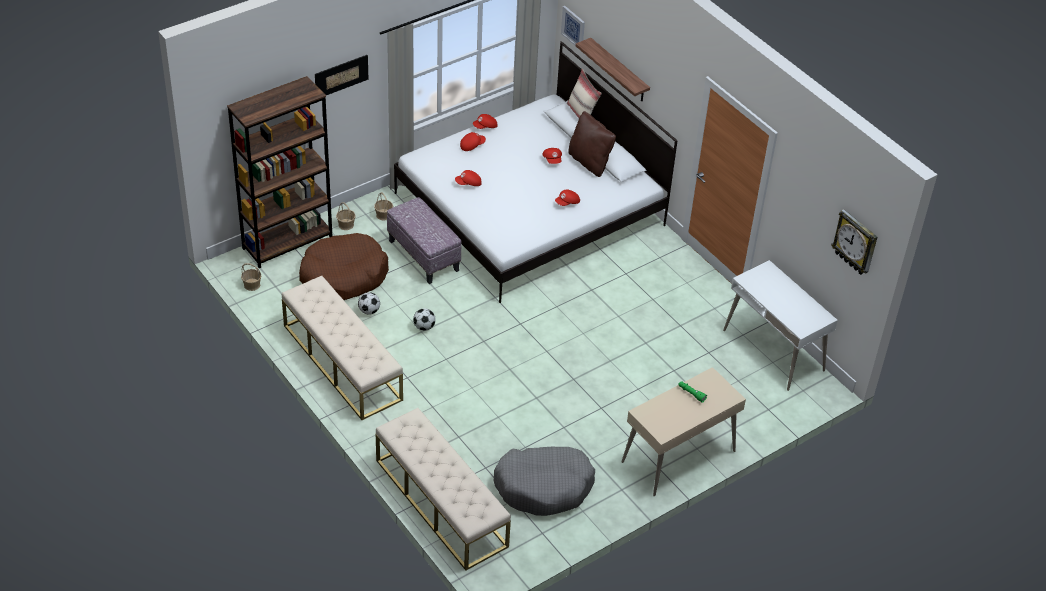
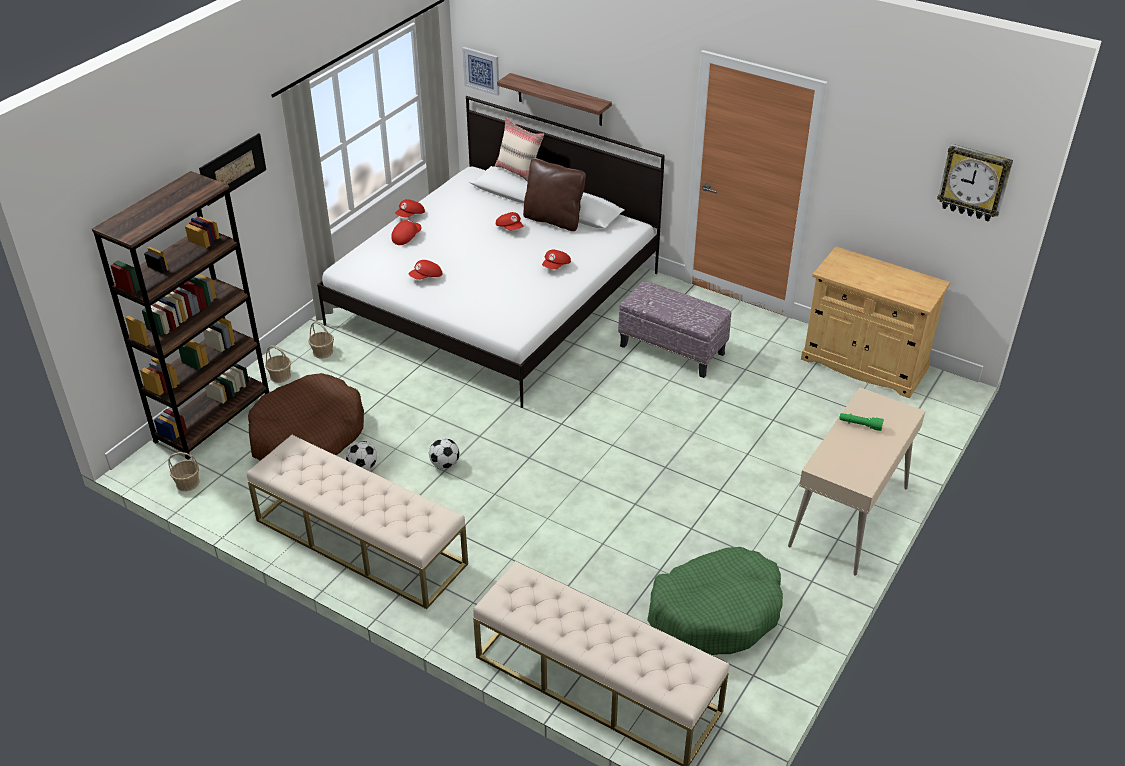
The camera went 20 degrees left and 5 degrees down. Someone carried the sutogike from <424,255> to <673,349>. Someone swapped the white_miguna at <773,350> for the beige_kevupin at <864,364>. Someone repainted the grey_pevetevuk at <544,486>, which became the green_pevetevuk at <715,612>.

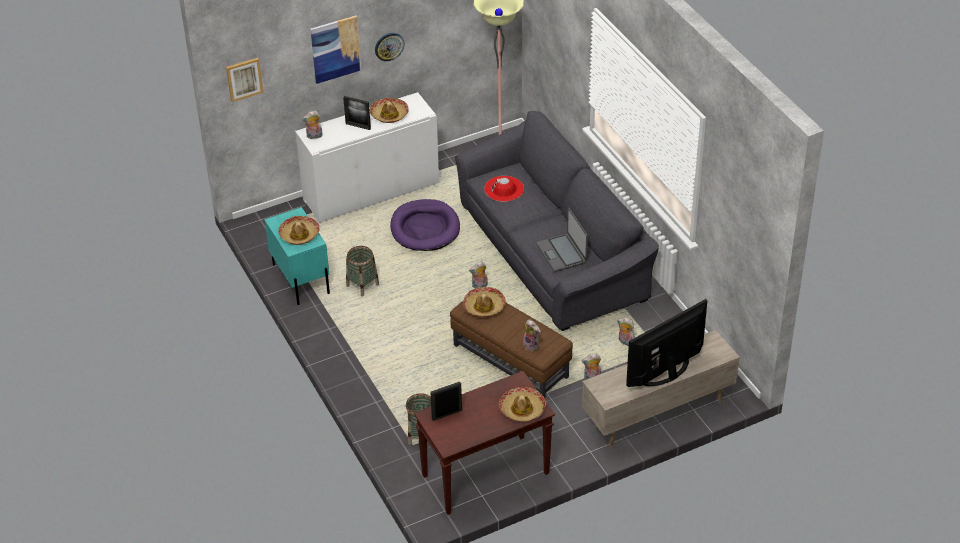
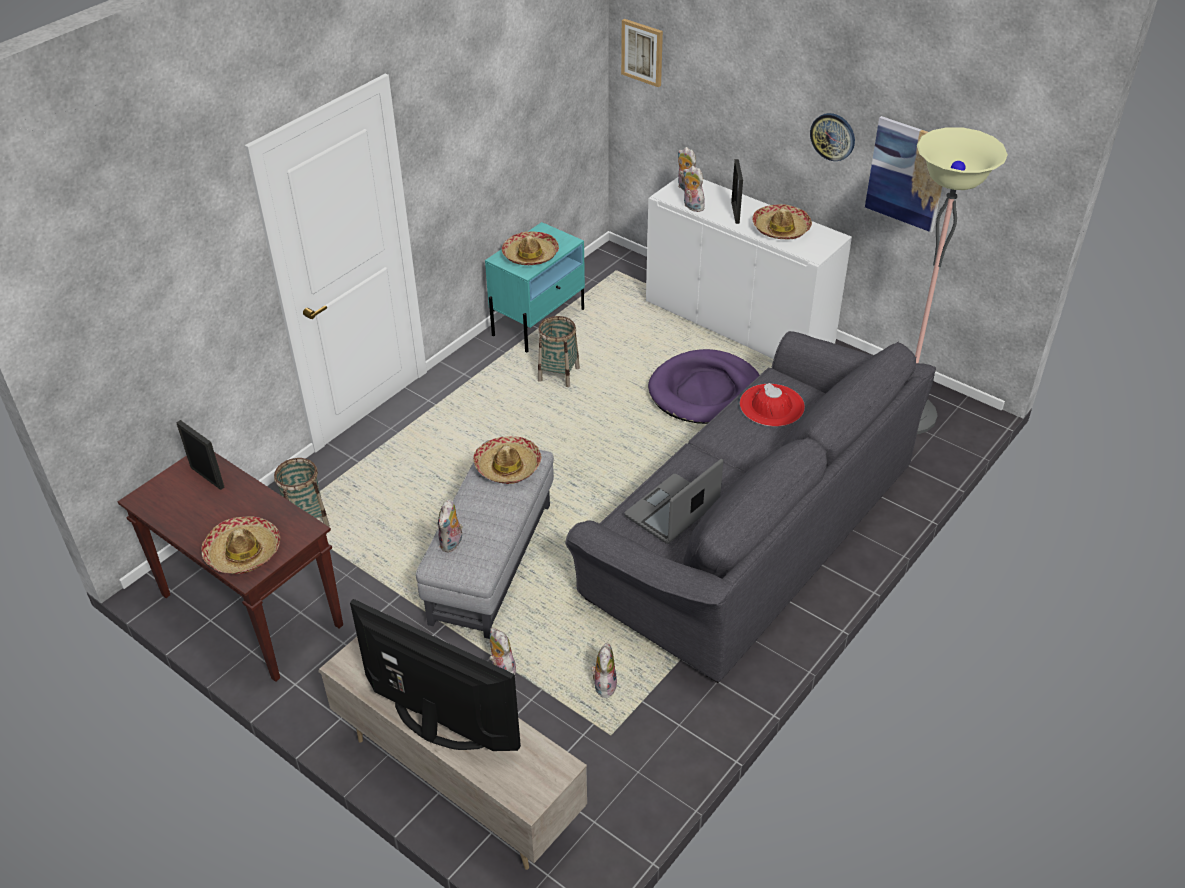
The camera went 65 degrees right and 0 degrees up. Someone carried the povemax from <335,49> to <907,174>. Someone carried the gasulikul from <479,286> to <692,207>. Someone repainted the brown_sutogike at <510,361>, which became the grey_sutogike at <491,562>.

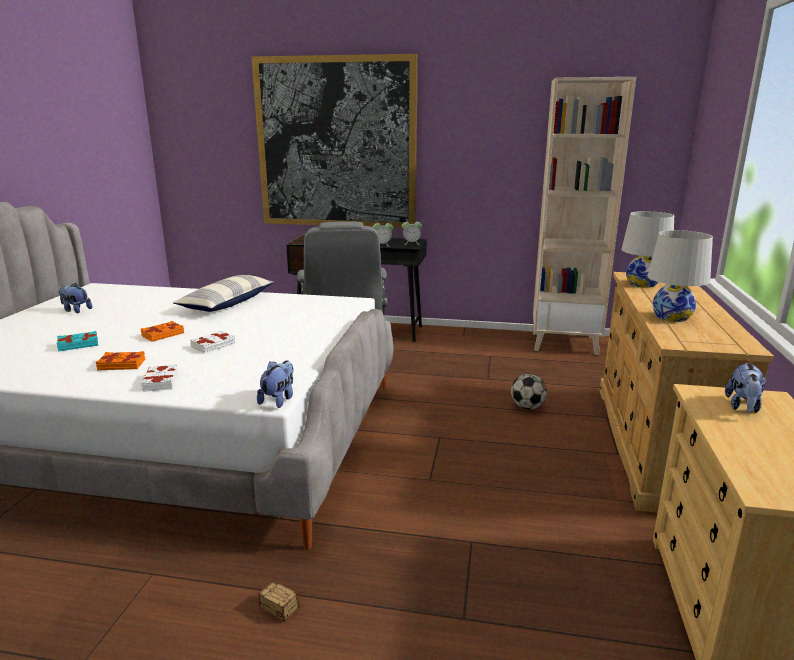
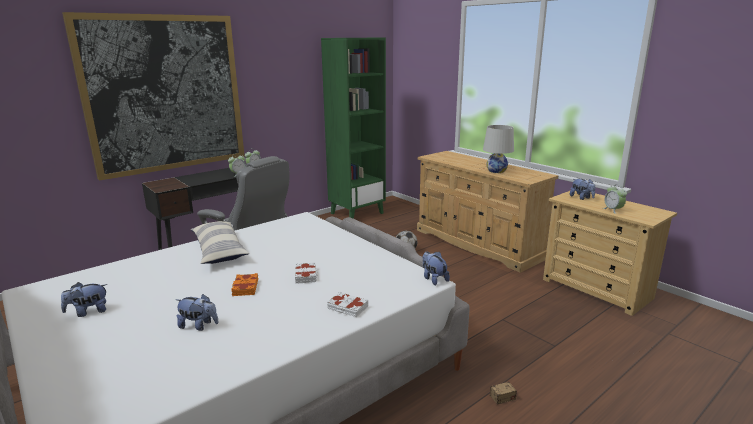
The camera went 50 degrees left and 0 degrees up. Someone repainted the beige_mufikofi at <565,343>, which became the green_mufikofi at <357,213>. Someone took away the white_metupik at <642,284>. Someone swapped the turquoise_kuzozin at <78,344> for the gasulikul at <199,326>. Someone took away the orange_kuzozin at <122,364>. Someone put down the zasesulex at <613,210>.

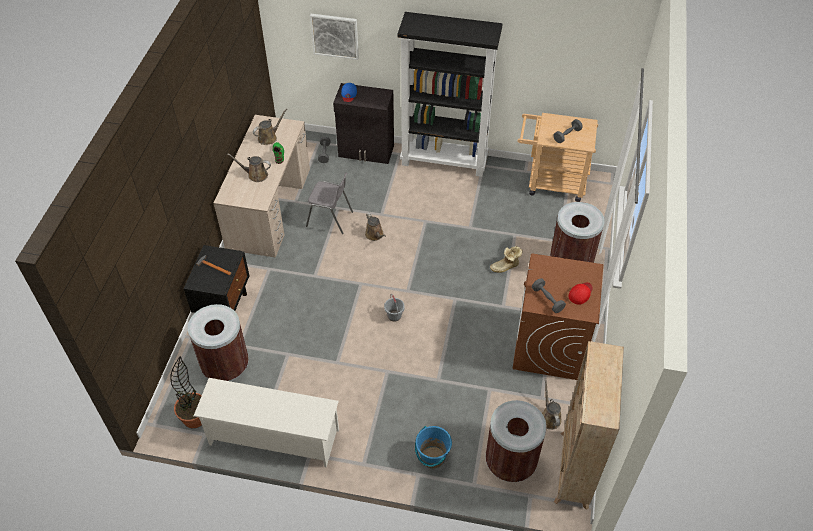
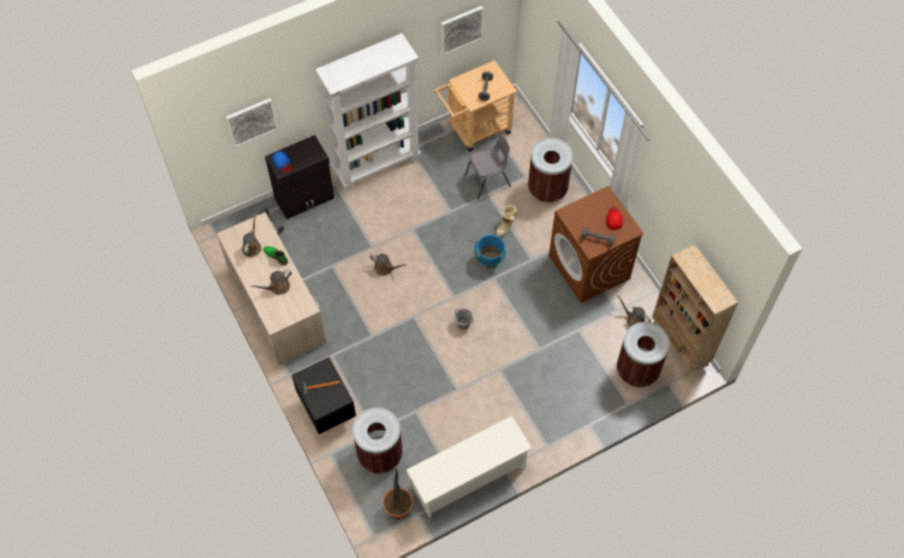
The camera went 40 degrees left and 10 degrees up. Someone repainted the black_mufikofi at <445,161>, which became the white_mufikofi at <377,165>. Someone carried the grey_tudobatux from <330,219> to <488,181>. Someone carried the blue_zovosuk from <432,457> to <490,260>. Someone put up the povemax at <461,29>.

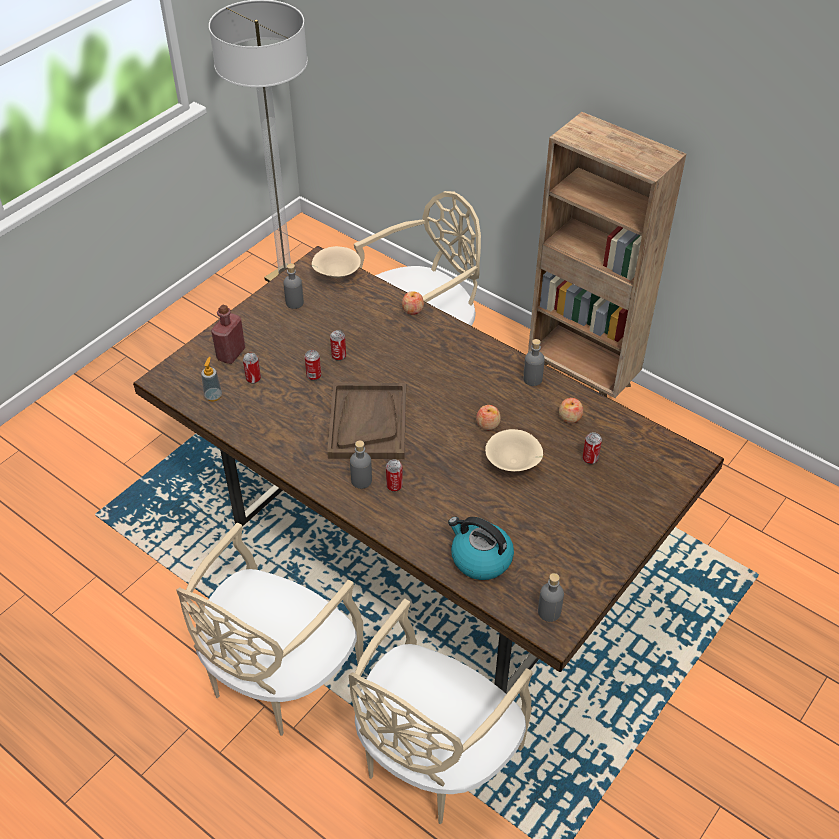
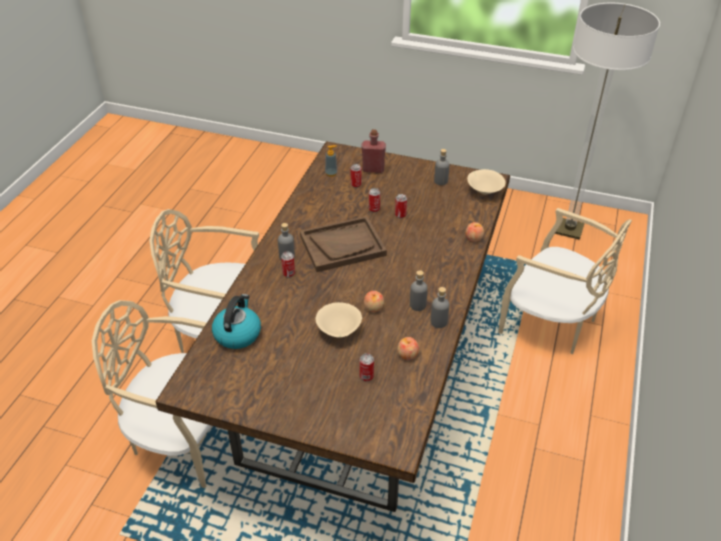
The camera went 70 degrees right and 5 degrees down. Someone took away the brown_mufikofi at <581,381>. Someone carried the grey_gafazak from <549,612> to <417,305>.

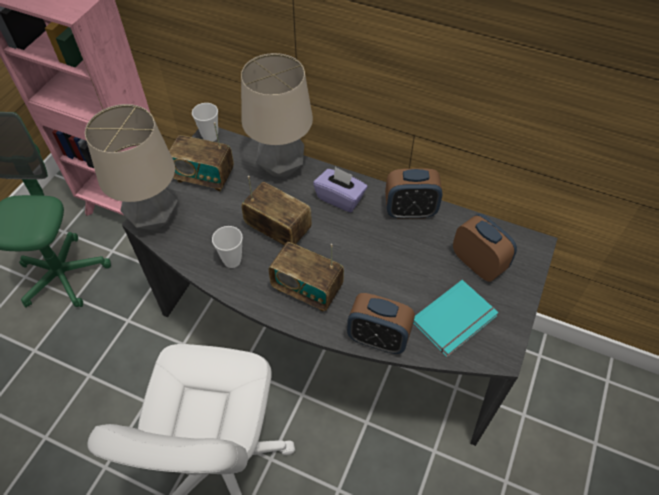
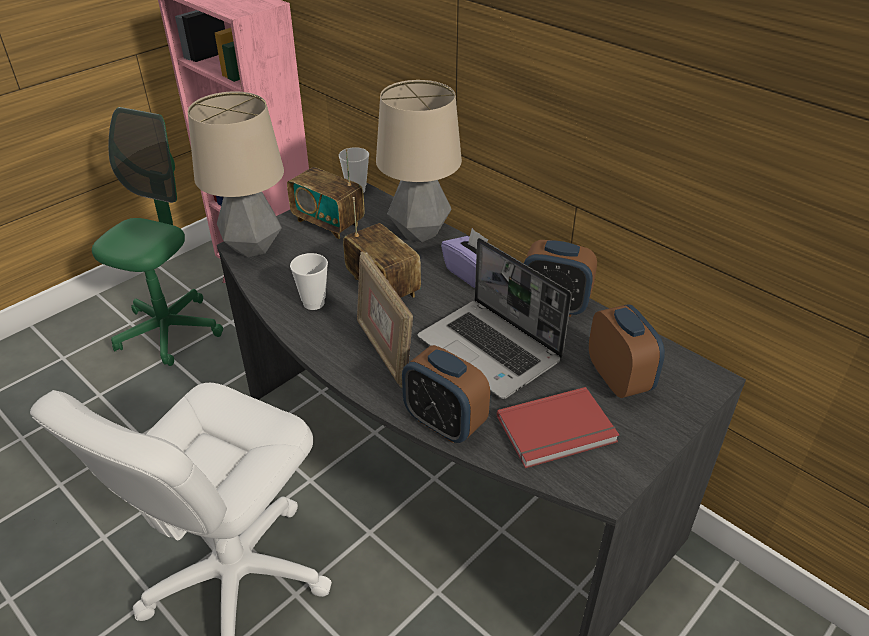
The camera went 20 degrees right and 15 degrees down. Someone swapped the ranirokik at <307,289> for the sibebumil at <384,351>. Someone repainted the turquoise_kuzozin at <456,320>, which became the red_kuzozin at <558,431>. Someone put down the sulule at <491,350>.

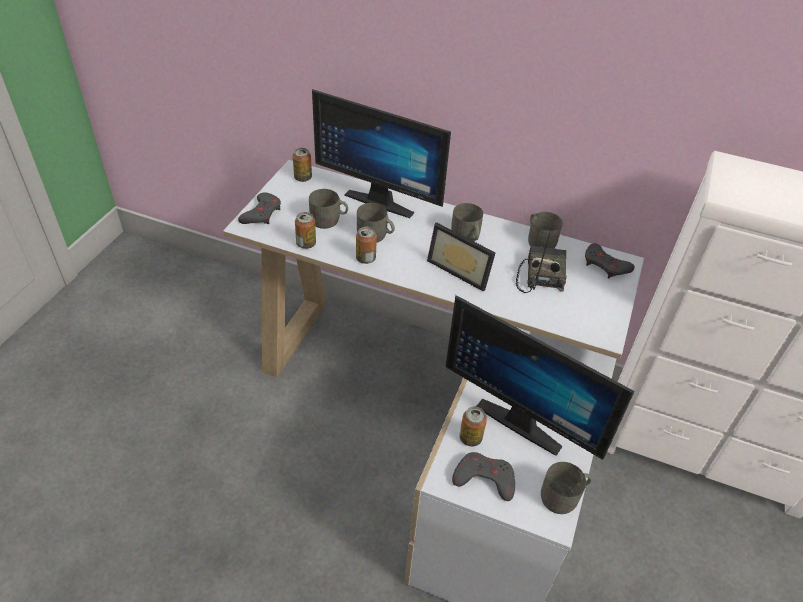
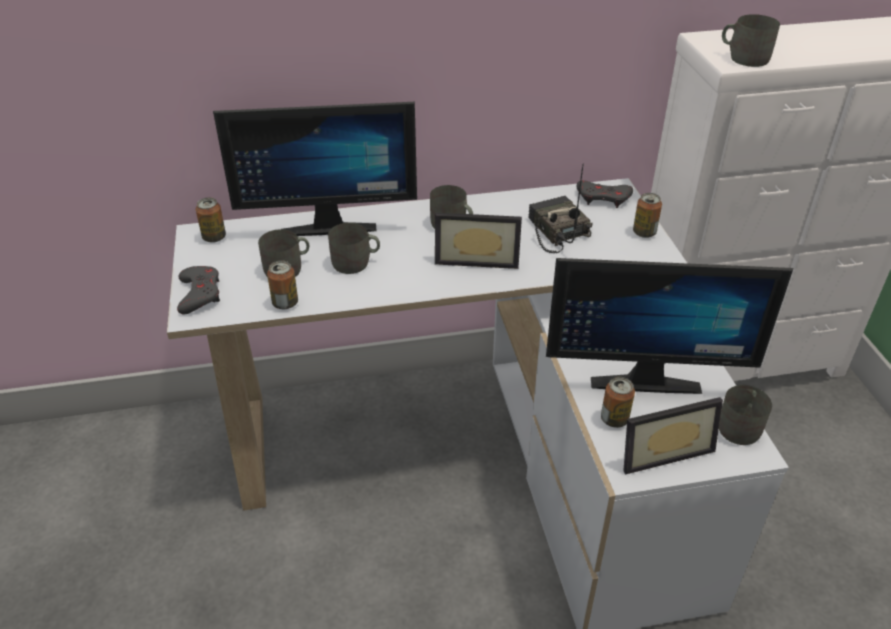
The camera went 30 degrees left and 5 degrees down. Someone carried the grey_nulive from <539,240> to <744,57>. Someone carried the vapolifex from <366,258> to <644,232>. Someone swapped the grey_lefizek at <484,478> for the sibebumil at <662,449>.

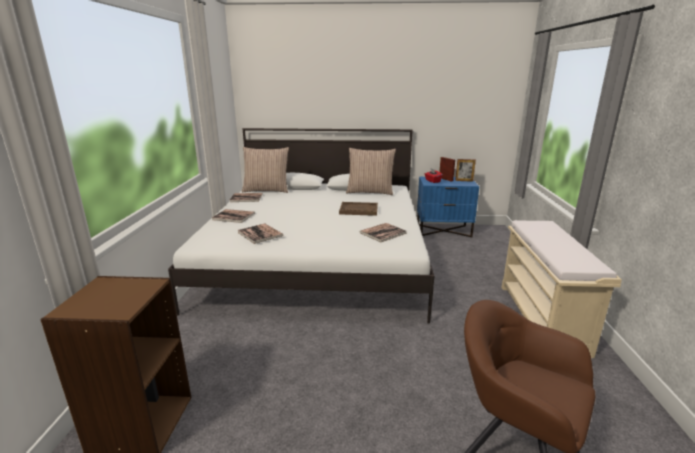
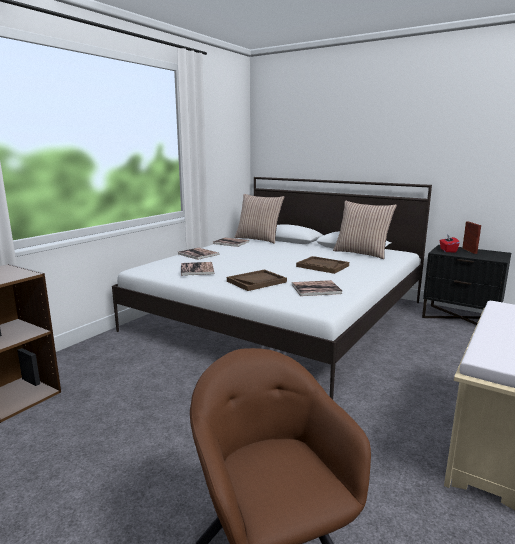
The camera went 30 degrees right and 5 degrees down. Someone took away the sibebumil at <464,180>. Someone repainted the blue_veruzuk at <443,230>, which became the black_veruzuk at <461,318>. Someone put down the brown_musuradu at <256,281>.

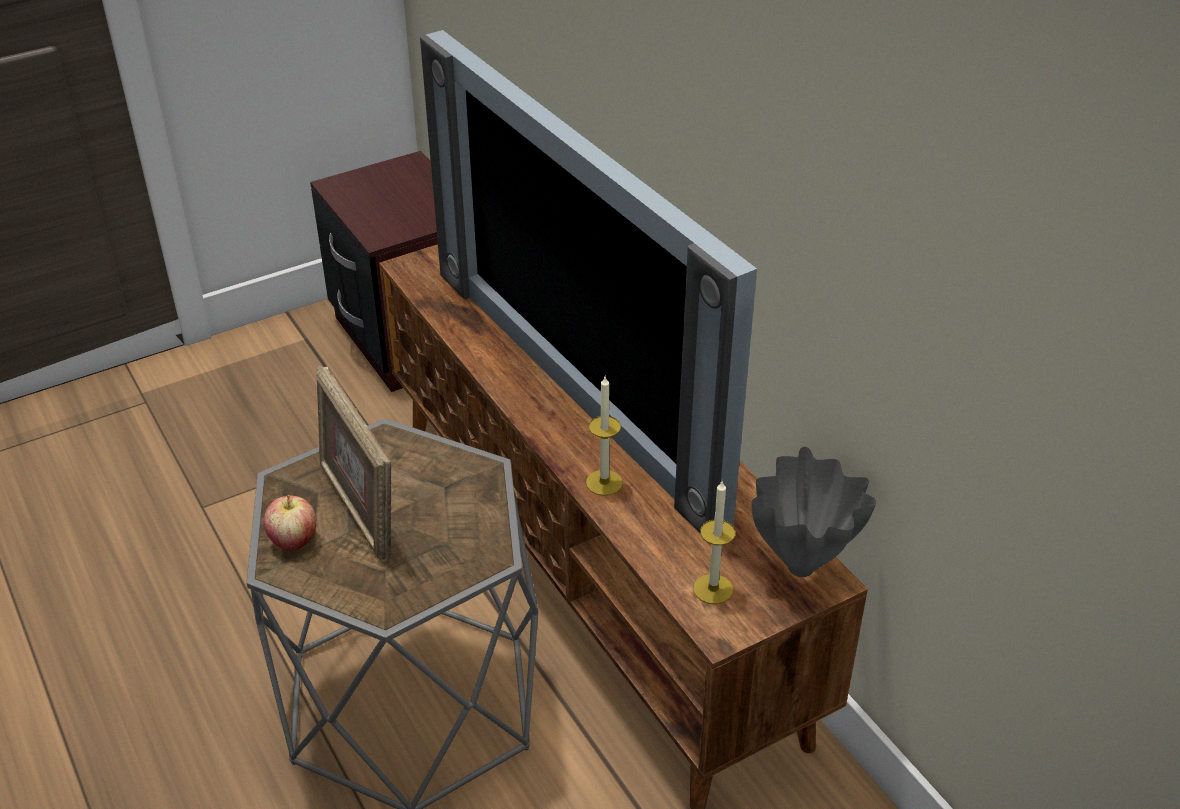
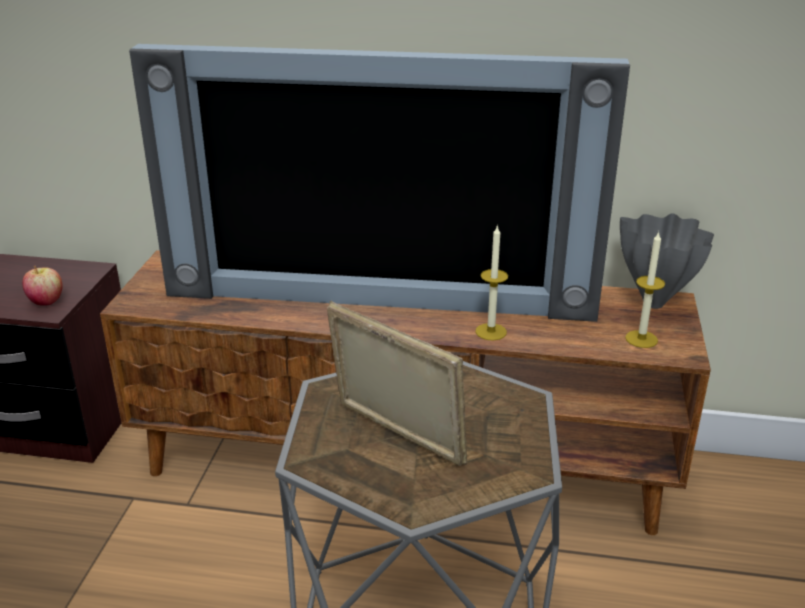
The camera went 50 degrees left and 10 degrees down. Someone rotated the sibebumil at <360,509> by 150 degrees counterclockwise. Someone carried the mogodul from <294,540> to <46,301>.

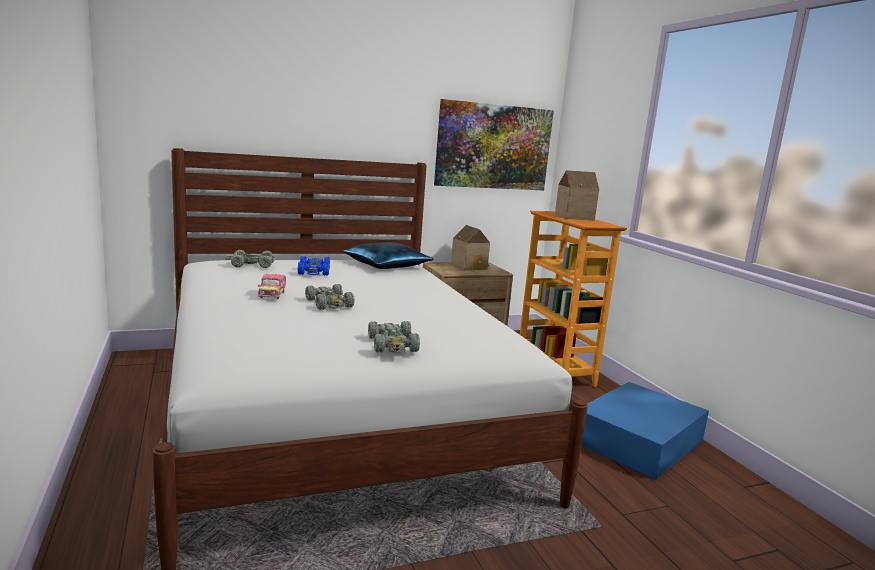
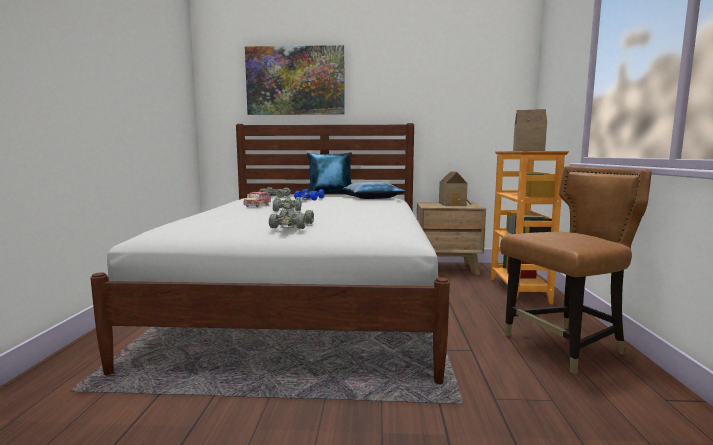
The camera went 25 degrees right and 5 degrees down. Someone carried the povemax from <493,146> to <295,81>. Someone swapped the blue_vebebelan at <639,440> for the brown_tudobatux at <564,346>. Someone put down the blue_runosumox at <330,196>.

